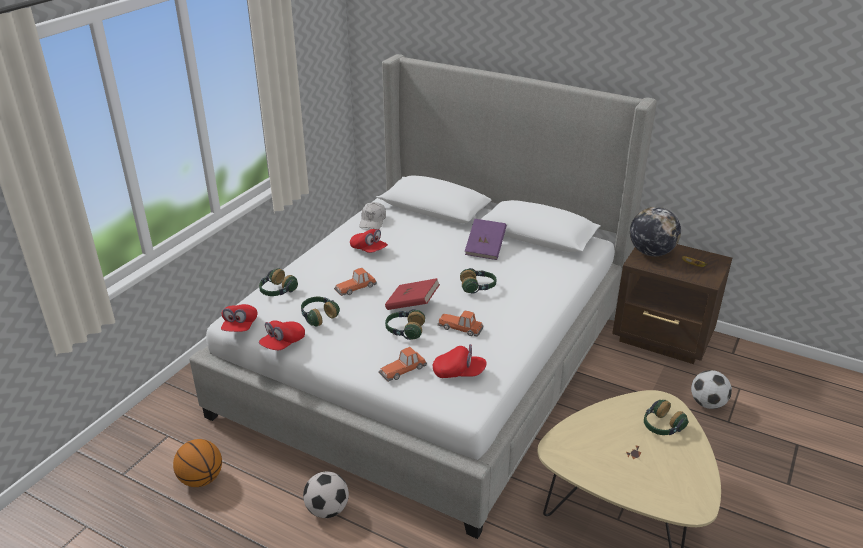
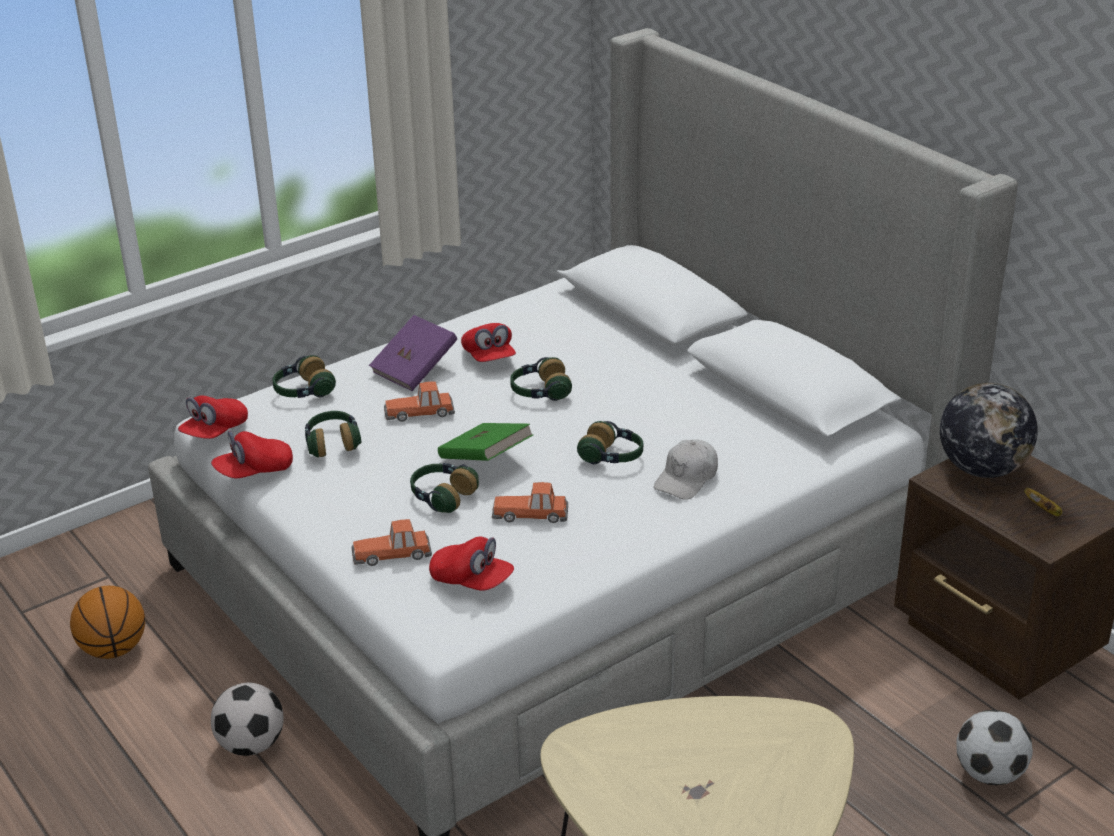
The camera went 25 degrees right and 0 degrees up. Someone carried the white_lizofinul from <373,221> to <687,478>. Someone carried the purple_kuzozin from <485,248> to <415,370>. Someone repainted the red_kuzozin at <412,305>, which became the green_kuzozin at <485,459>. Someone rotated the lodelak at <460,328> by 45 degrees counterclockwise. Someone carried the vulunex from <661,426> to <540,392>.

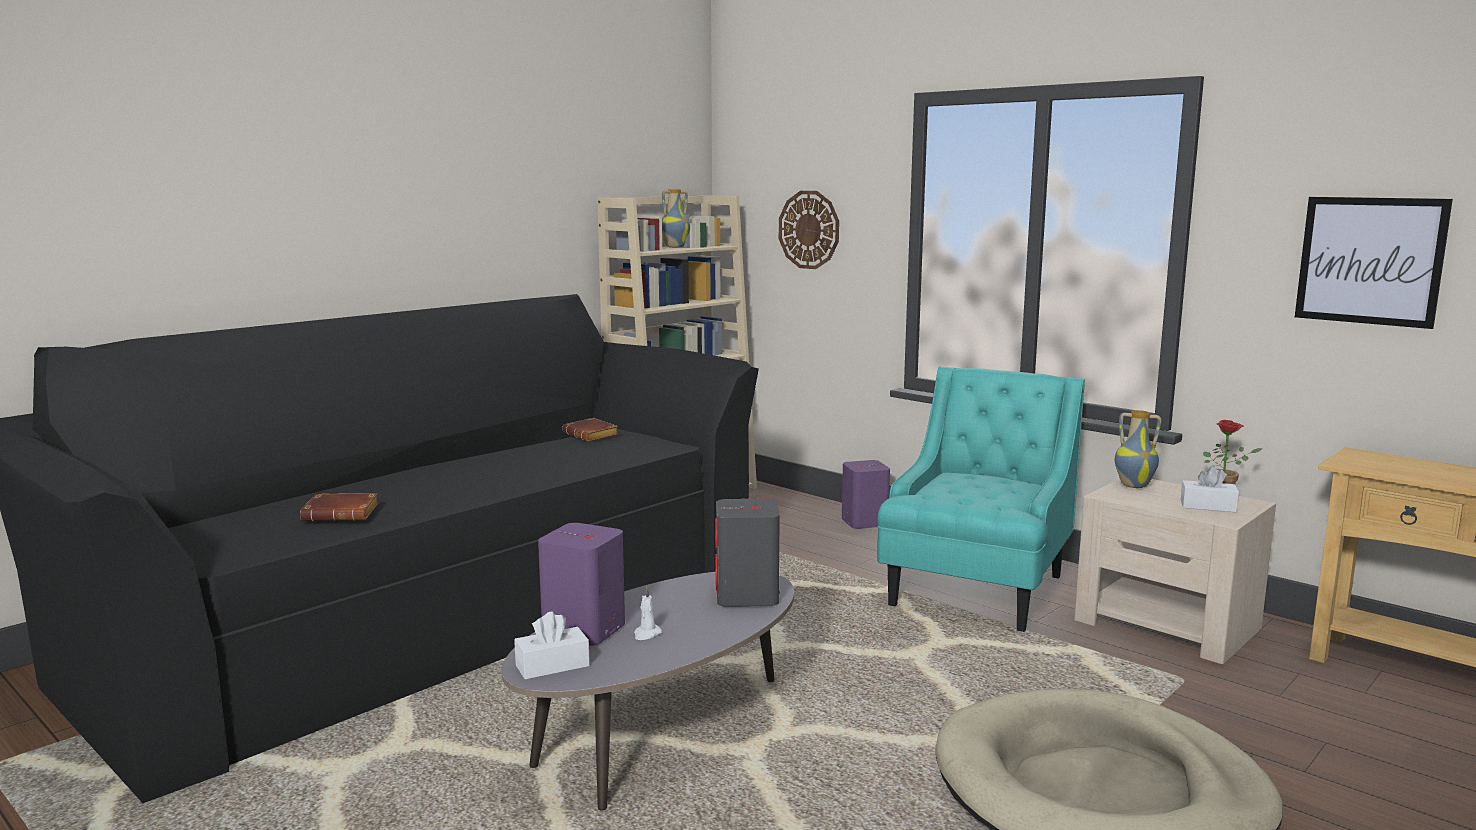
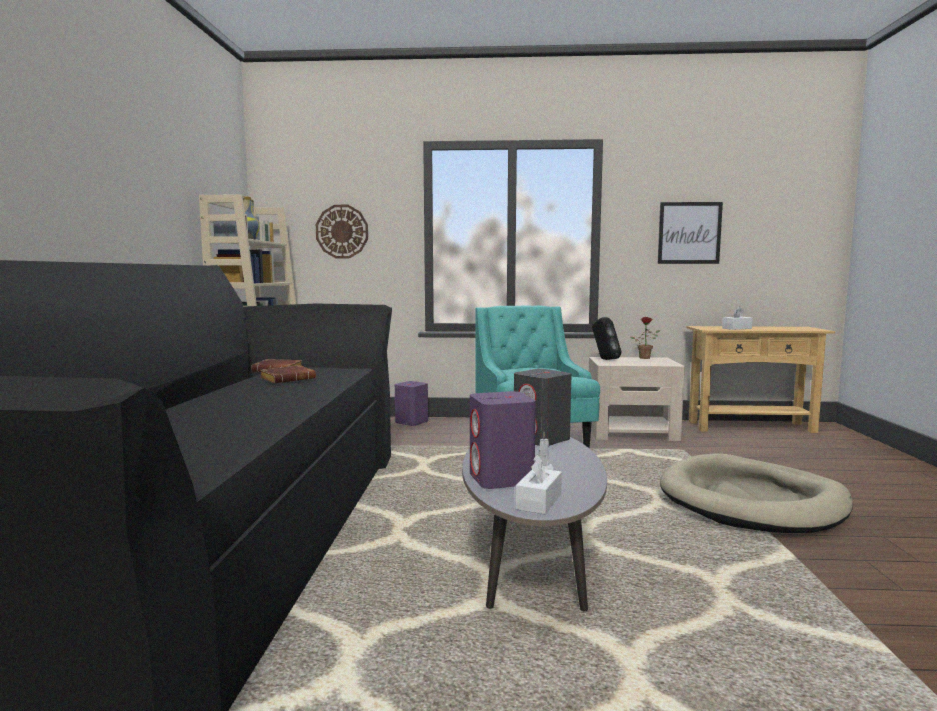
The camera went 40 degrees left and 5 degrees down. Someone swapped the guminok at <1134,485> for the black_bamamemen at <604,359>. Someone carried the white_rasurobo from <1208,506> to <736,328>. Someone carried the brown_kuzozin from <343,513> to <288,379>.

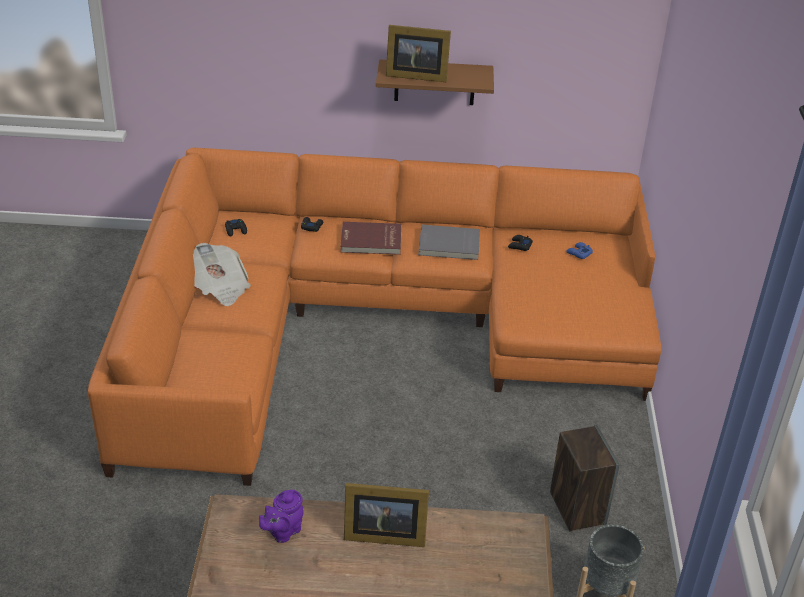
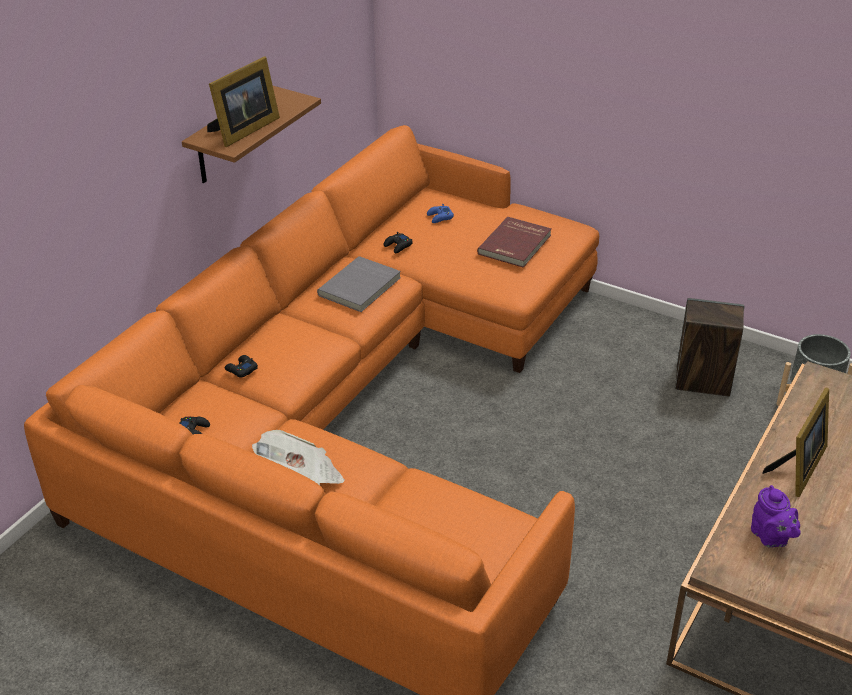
The camera went 60 degrees left and 0 degrees up. Someone carried the red_kuzozin from <371,241> to <516,245>.

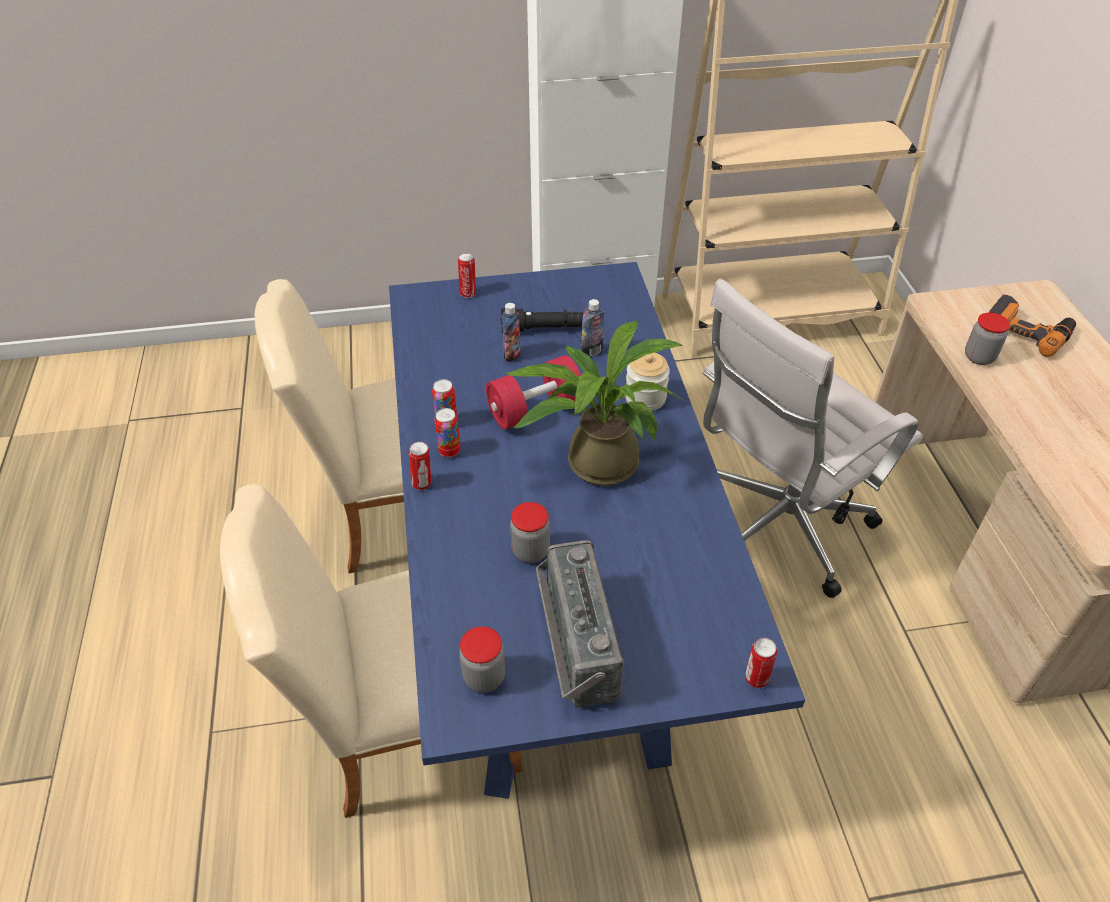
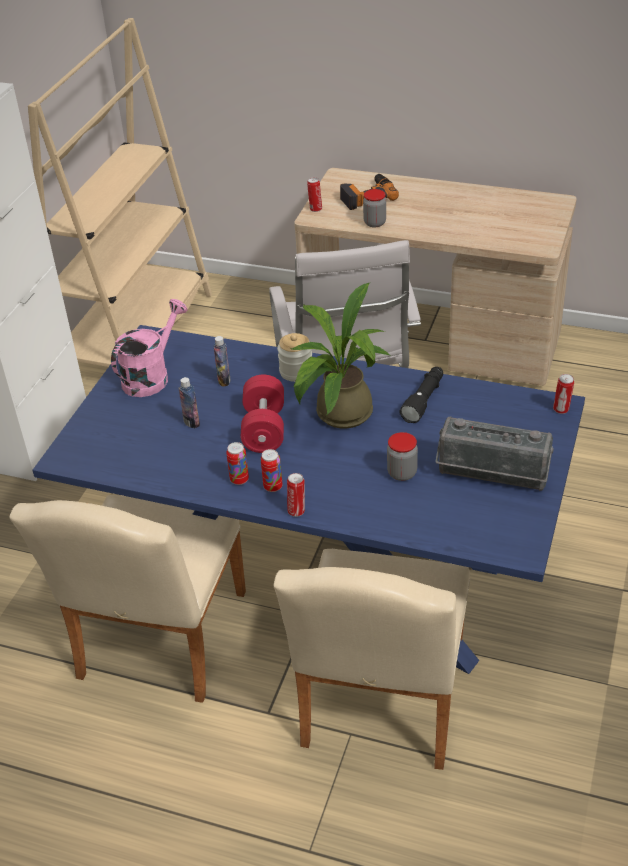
The camera went 60 degrees left and 5 degrees down. Someone carried the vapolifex from <468,293> to <315,209>. Someone carried the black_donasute from <543,329> to <424,400>. Someone took away the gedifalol at <484,677>. Someone put down the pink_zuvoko at <151,376>.

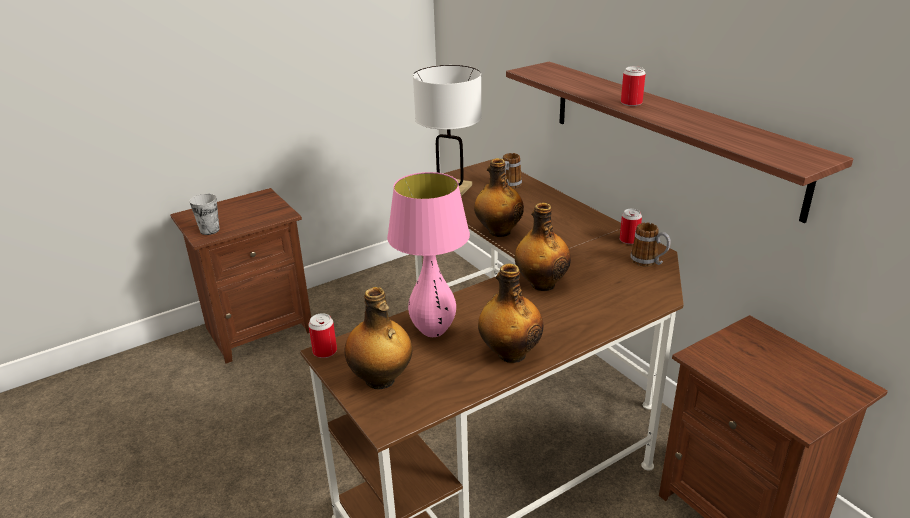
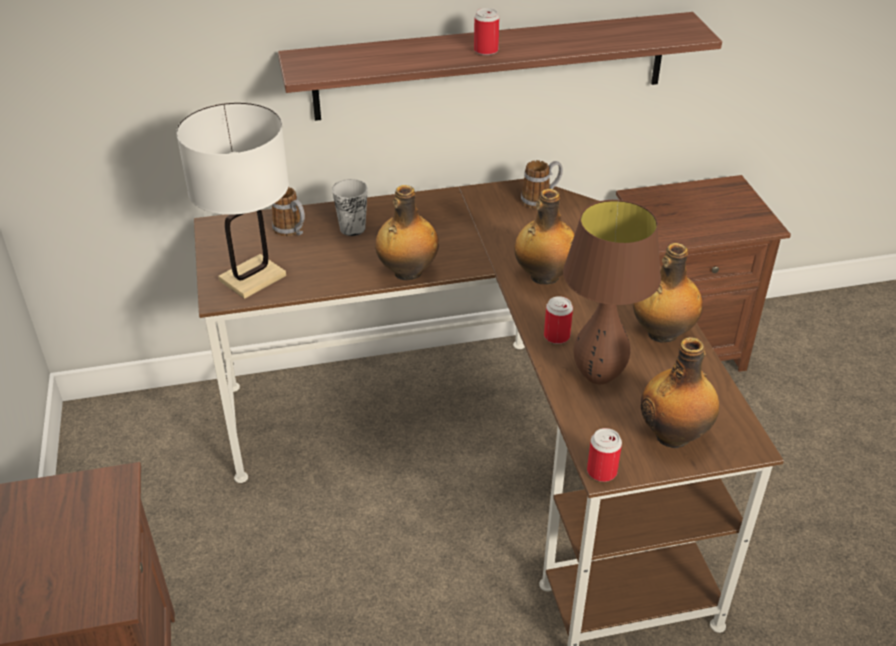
The camera went 70 degrees left and 10 degrees up. Someone repainted the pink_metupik at <433,331>, which became the brown_metupik at <598,376>. Someone carried the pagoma from <209,230> to <352,228>. Someone carried the vapolifex from <629,240> to <556,336>.

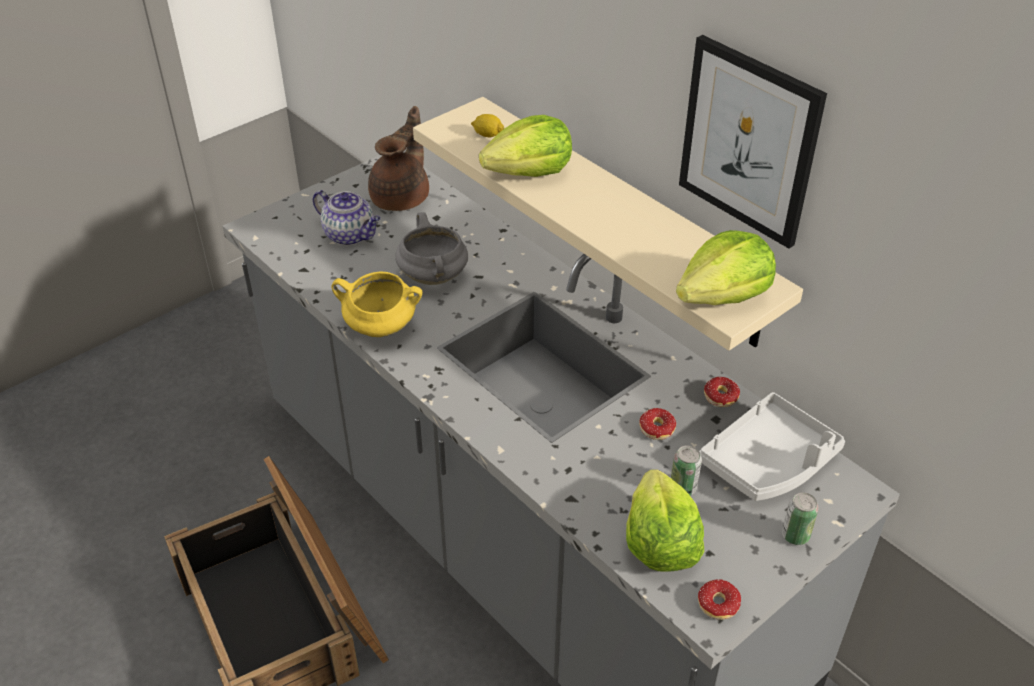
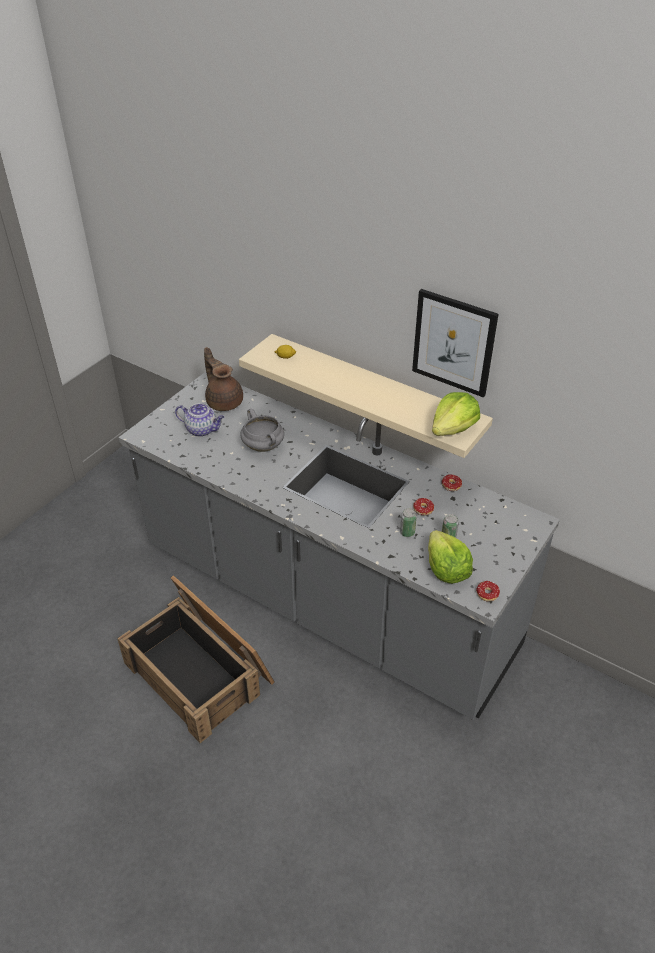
The camera went 15 degrees left and 0 degrees up. Someone rotated the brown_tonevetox at <402,197> by 45 degrees counterclockwise. Someone took away the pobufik at <530,172>. Someone took away the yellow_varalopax at <379,327>. Someone took away the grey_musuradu at <769,462>. Someone carried the vapolifex from <795,535> to <407,532>.

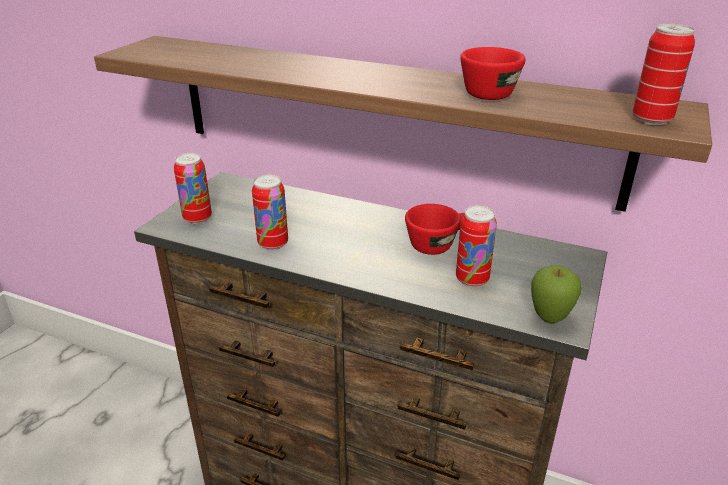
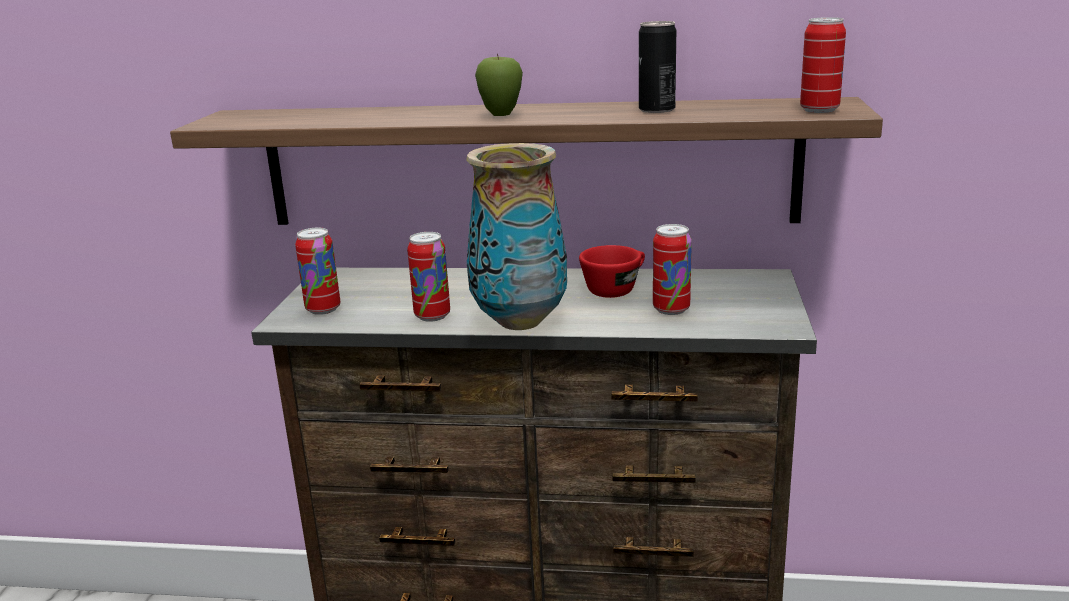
The camera went 15 degrees left and 10 degrees down. Someone swapped the red_pagoma at <493,93> for the vapolifex at <657,110>. Someone carried the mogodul from <549,320> to <501,116>. Someone put down the guminok at <519,322>.

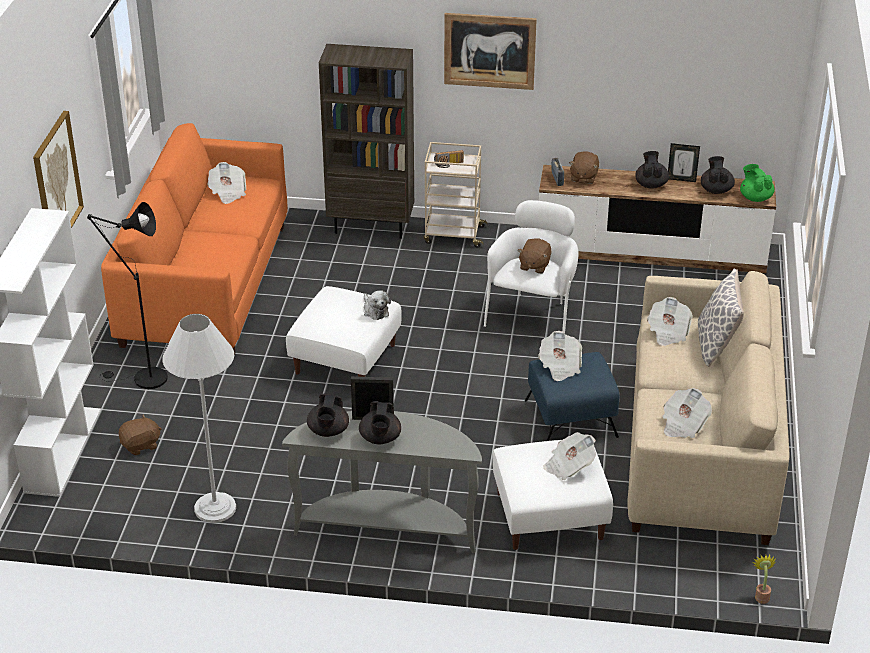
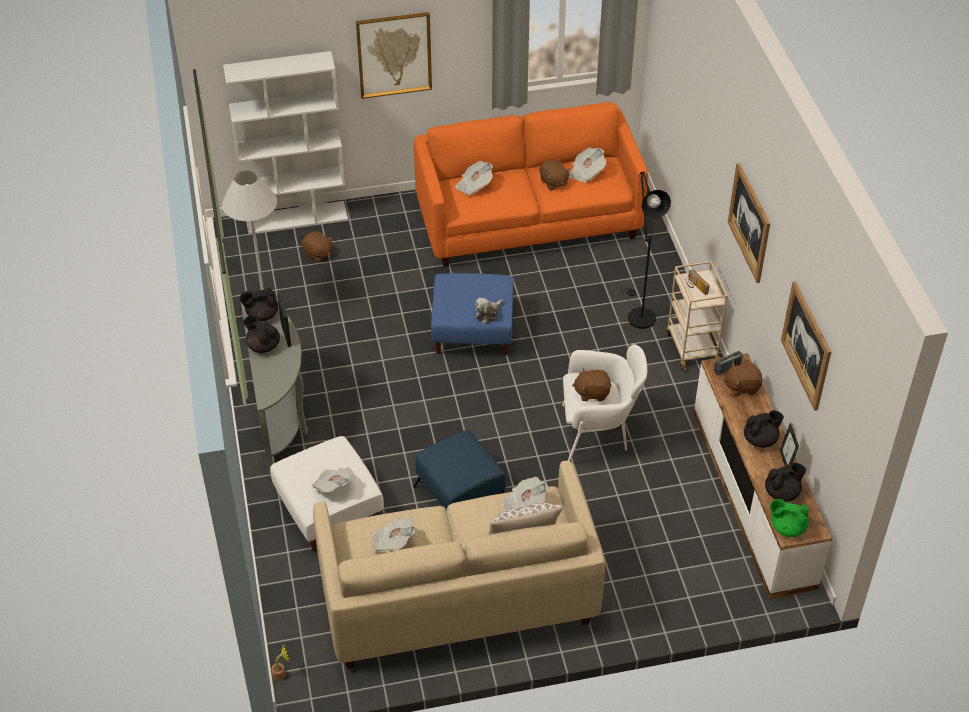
The camera went 70 degrees right and 10 degrees up. Someone took away the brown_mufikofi at <371,226>. Someone rotated the green_tonevetox at <755,197> by 120 degrees counterclockwise. Someone carried the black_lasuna from <143,379> to <639,314>. Someone repainted the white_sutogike at <345,358>, which became the blue_sutogike at <473,330>. Someone carried the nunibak from <560,366> to <474,186>. Someone rotated the black_tonevetox at <380,439> by 60 degrees clockwise. Someone put down the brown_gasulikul at <553,182>. Someone put up the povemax at <806,345>.

